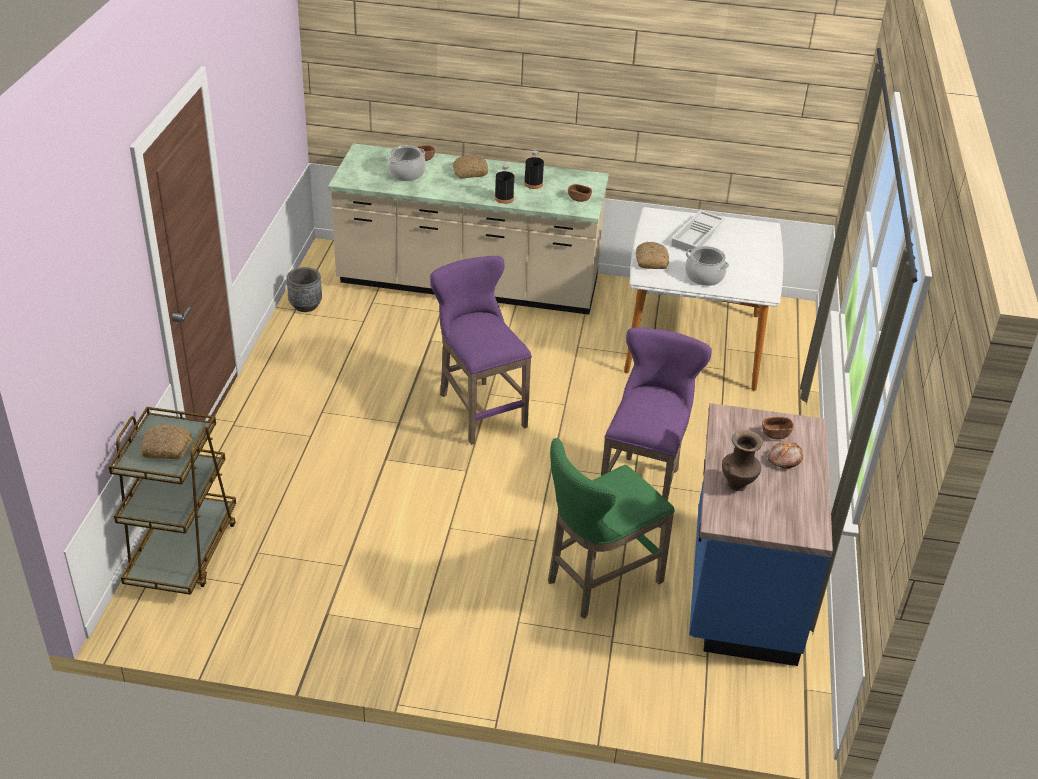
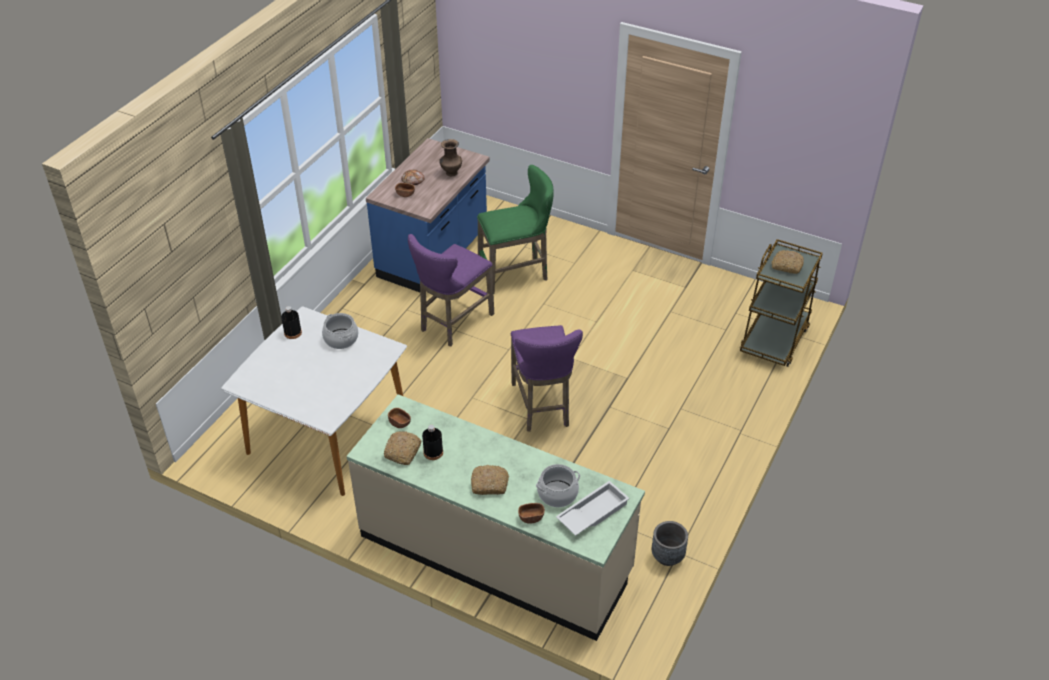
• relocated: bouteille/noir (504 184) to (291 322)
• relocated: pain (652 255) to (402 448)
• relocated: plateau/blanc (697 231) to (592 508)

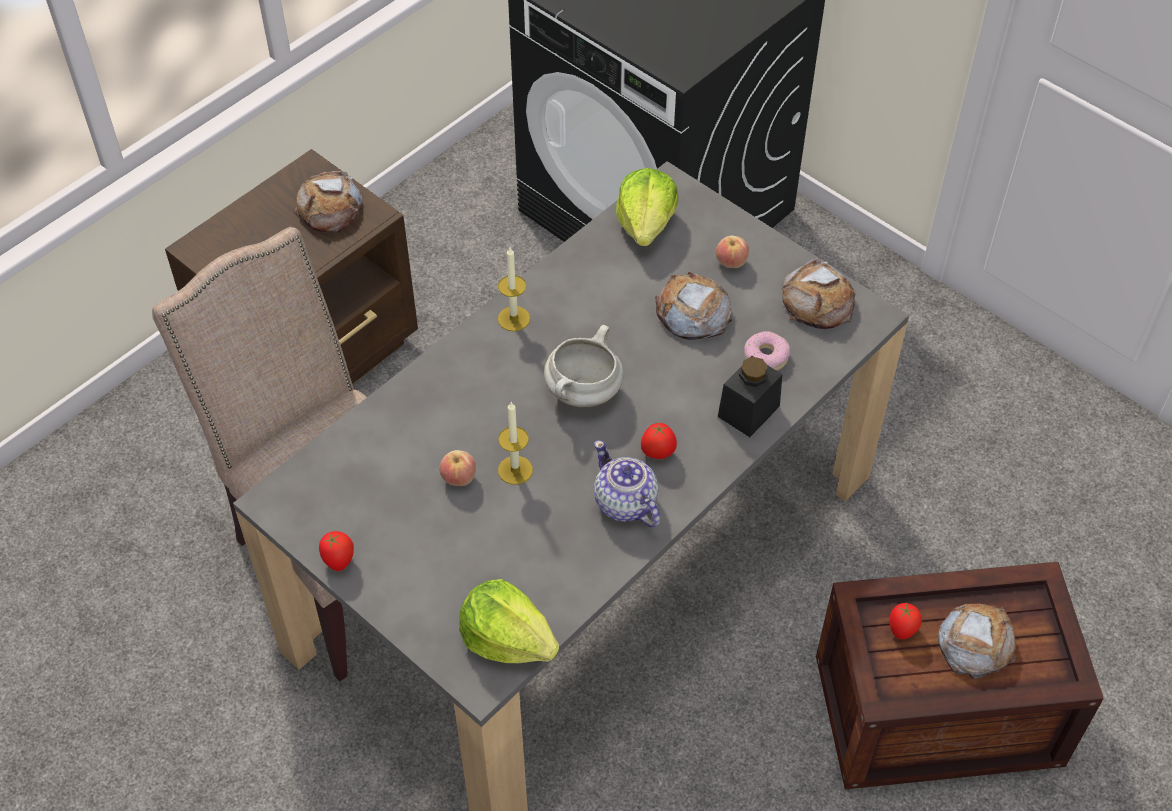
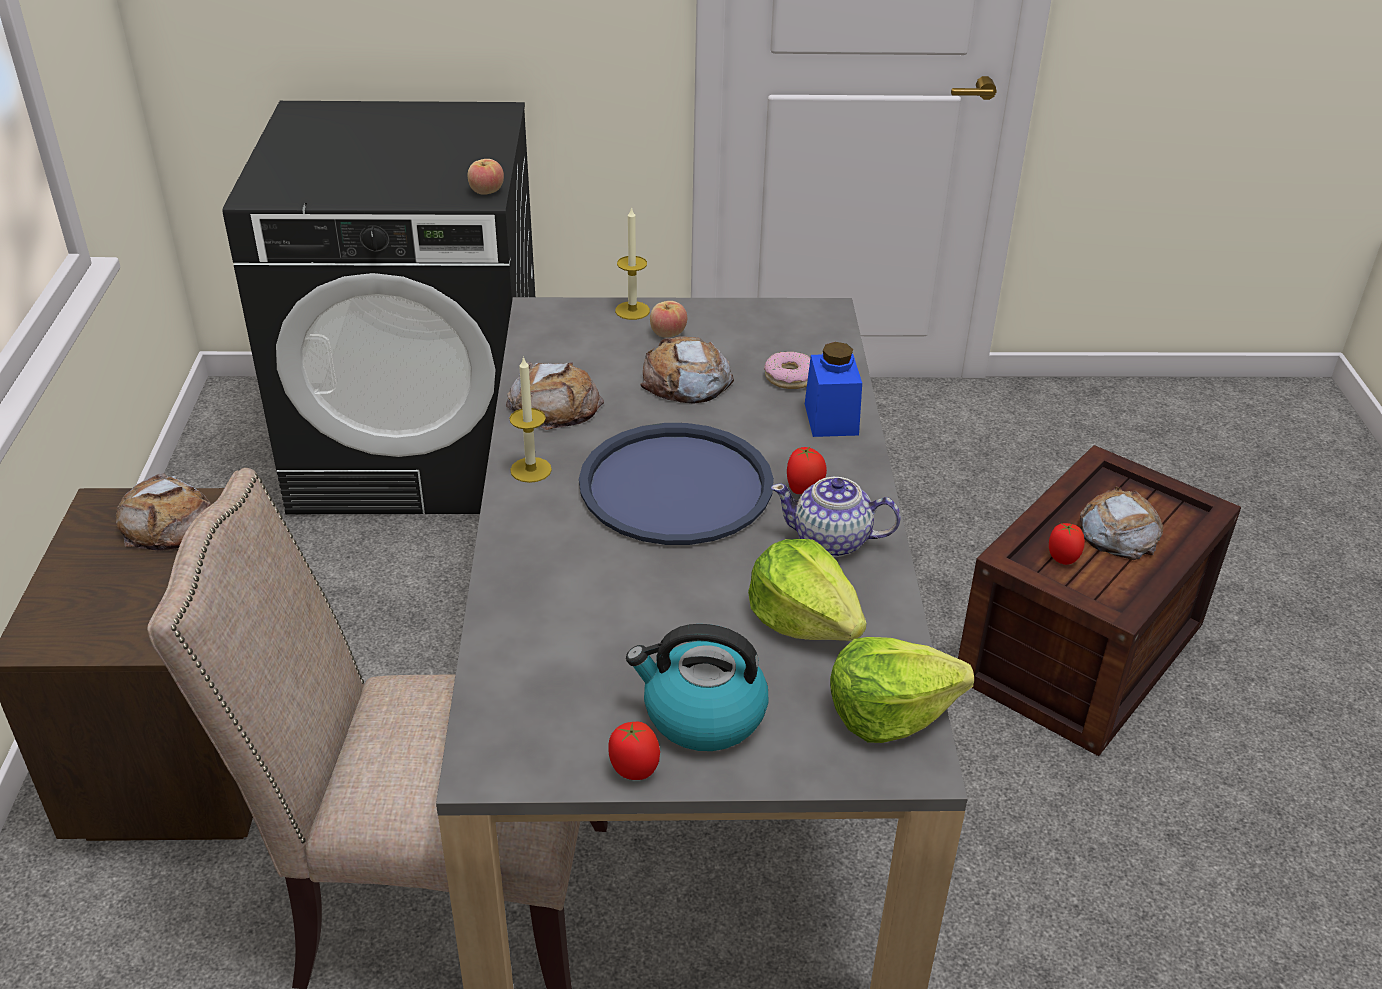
• relocated: pomme (457 468) to (486 177)
• relocated: bougie (515 443) to (632 263)
• exchanged: marmite/blanc (584 366) to plateau/bleu (676 484)
• relocated: laitue (647 207) to (807 590)
• colour: bocal/noir (750 396) to bocal/bleu (833 389)
• relocated: pain (819 293) to (555 396)
• appeared: bouilloire (697 687)

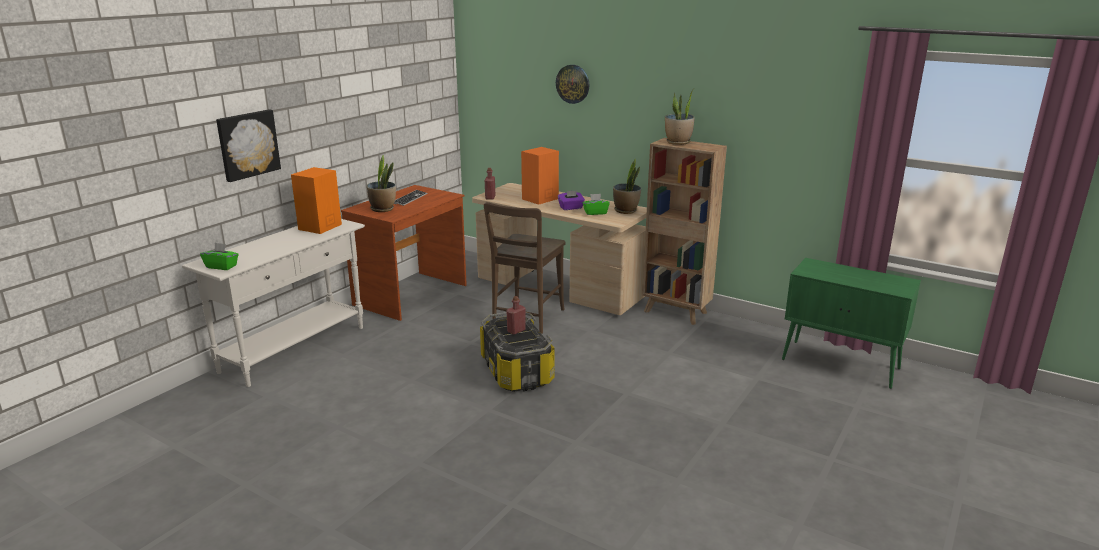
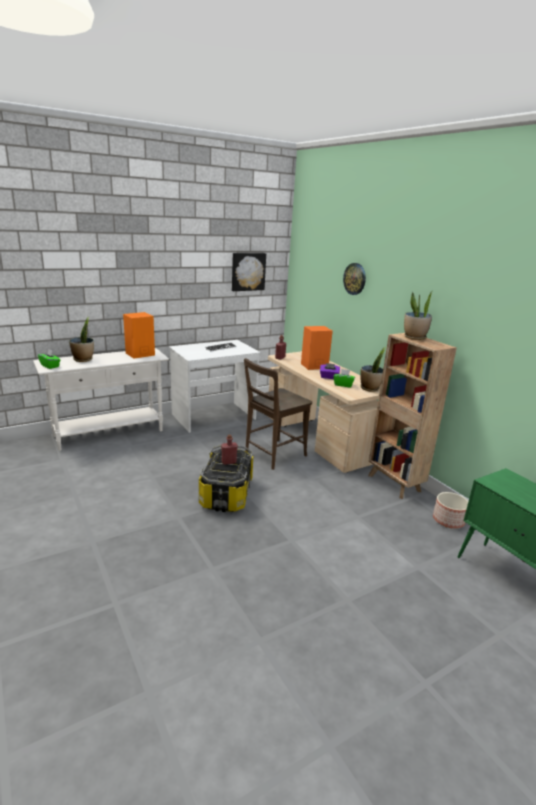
• relocated: tableau (248 145) to (249 272)
• colour: bureau/marron (404 253) to bureau/blanc (214 386)
• relocated: plante en pot (381 183) to (81 339)
• appeared: cache-pot (450 510)

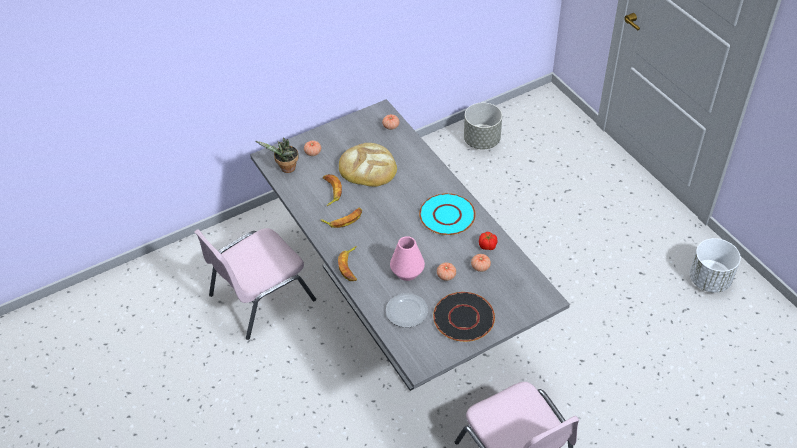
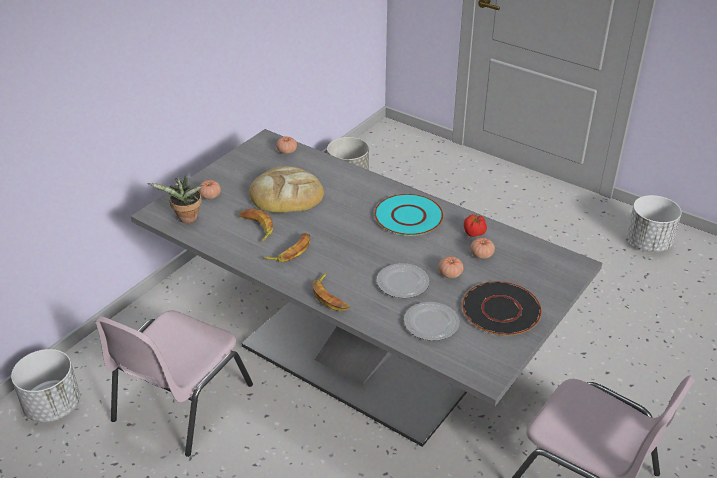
• exchanged: vase/rose (407 258) to assiette (403 280)
• appeared: cache-pot/blanc (45 385)

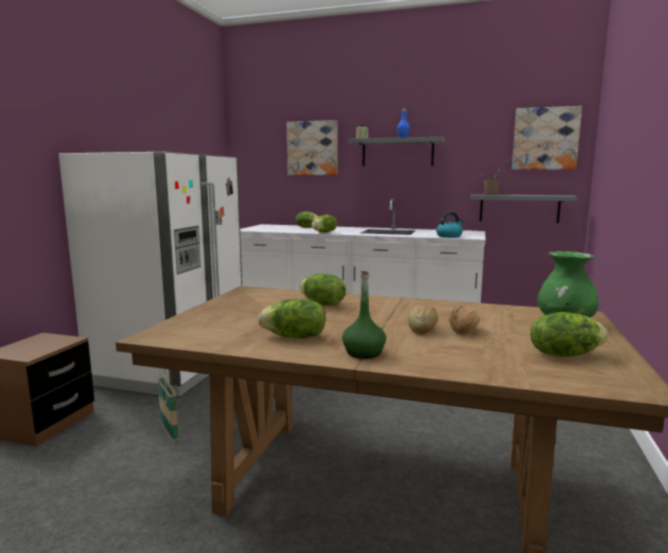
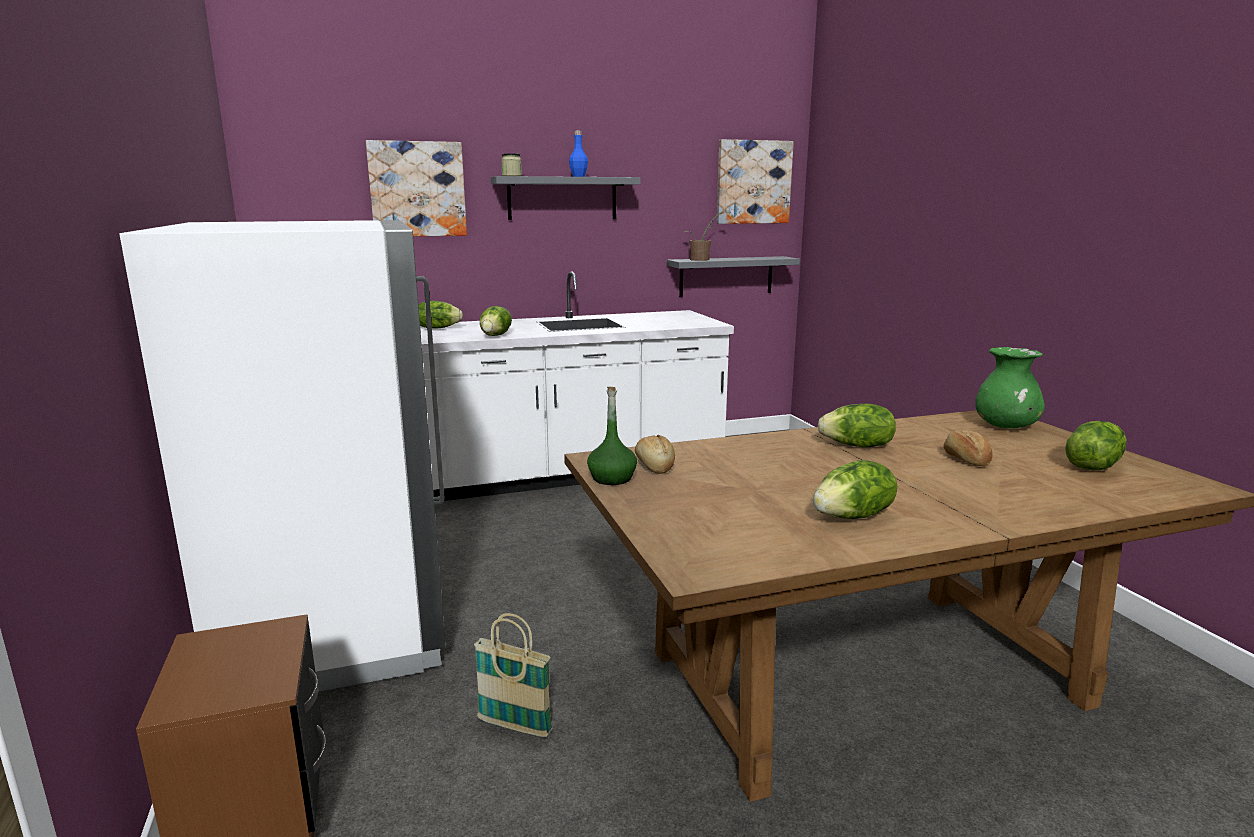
• relocated: laitue (322 289) to (857 425)
• relocated: bouteille/vert (364 315) to (612 436)
• relocated: pain (423 319) to (655 454)
• missing: bouilloire (449 225)

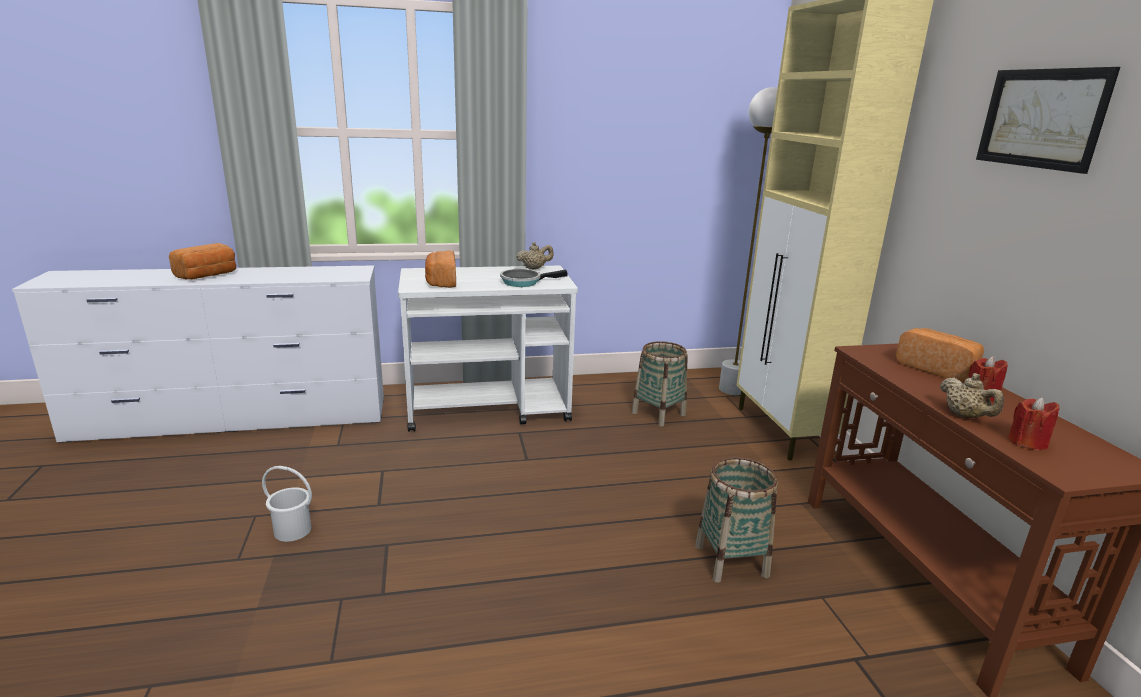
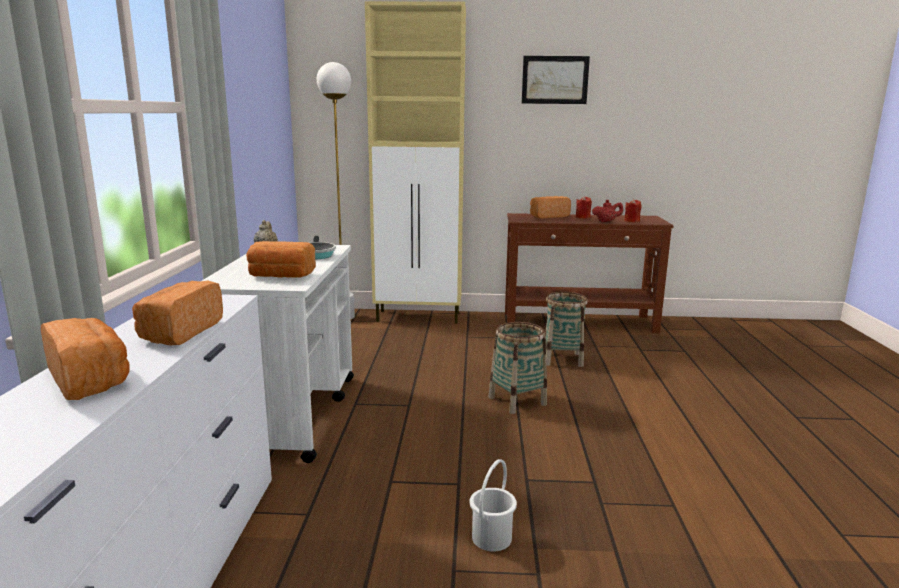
• relocated: panier (659 384) to (518 368)
• colour: théière/beige (972 395) to théière/rouge (607 211)
• appeared: pain (177 313)

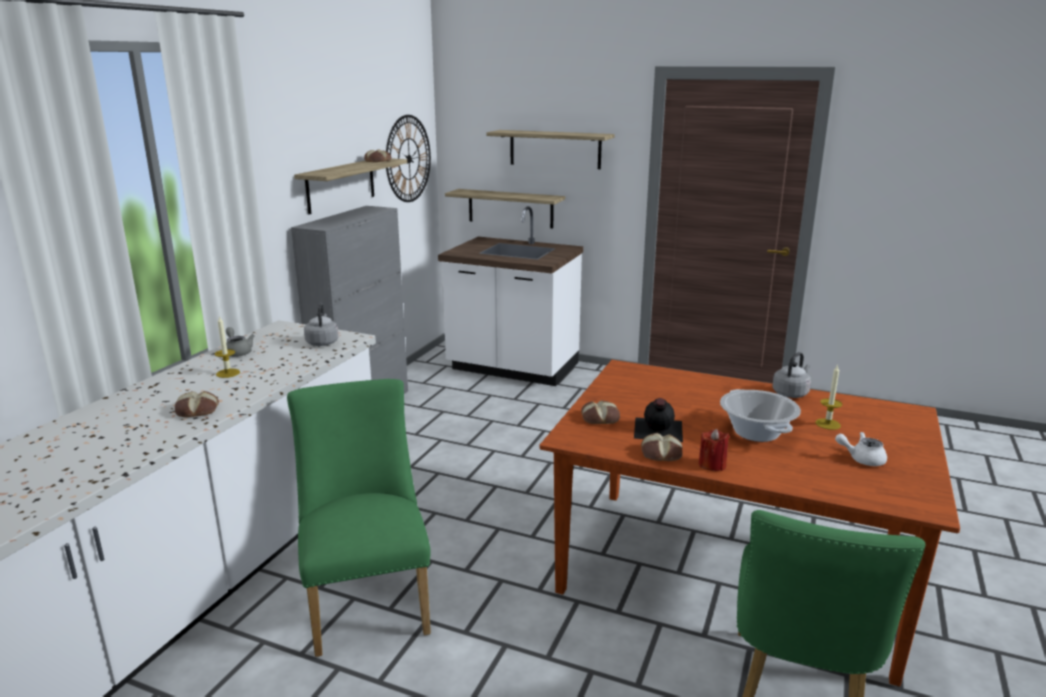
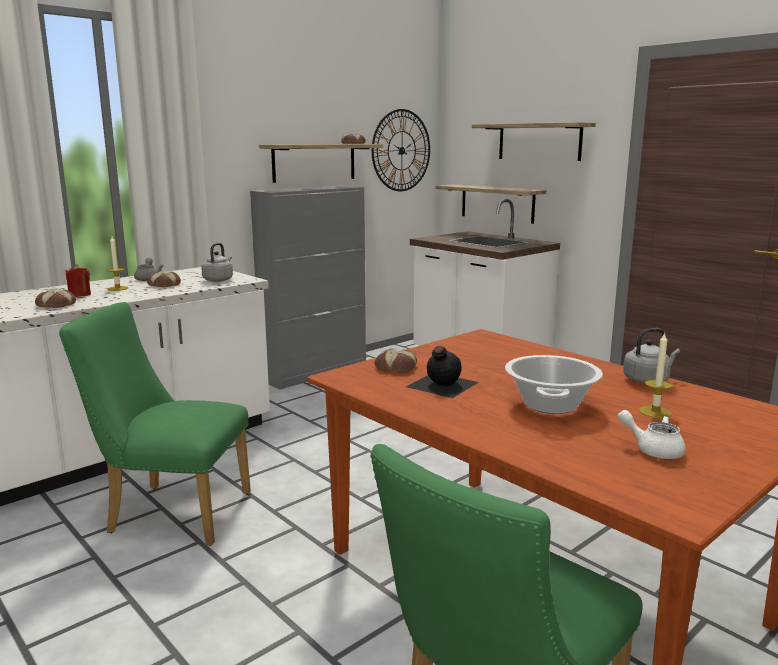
• spun: chaise/vert (359 518) = (155 424) 90 degrees counterclockwise
• relocated: pain (662 447) to (164 278)
• relocated: bougie/rouge (714 450) to (78 280)

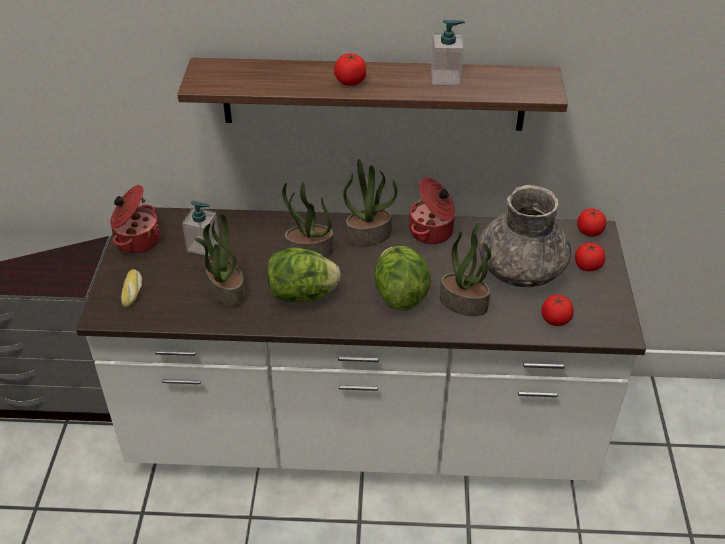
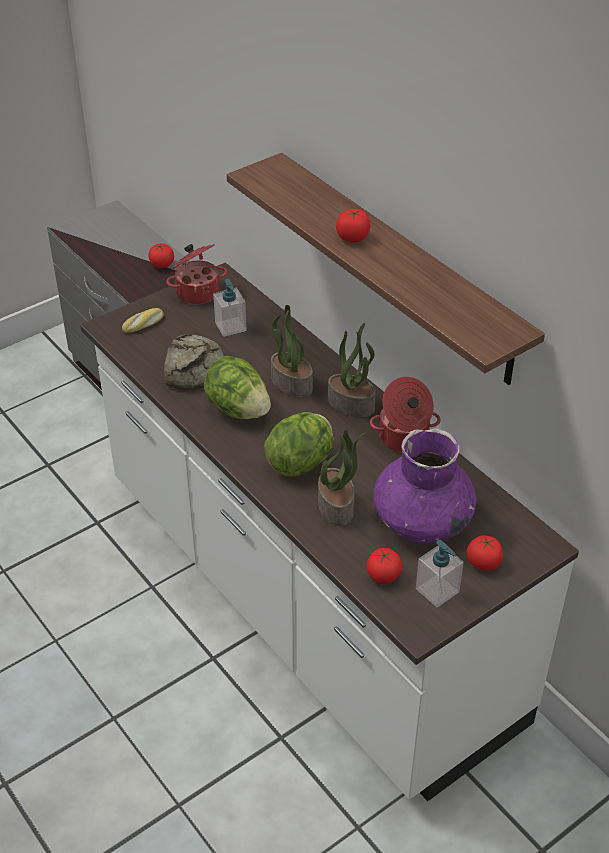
• exchanged: plante en pot (220 260) to pain (194 361)
• relocated: distributeur de savon (448 52) to (440 573)
• colour: vase/gris (525 236) to vase/violet (425 485)
• relocated: tomate (591 222) to (161 255)

